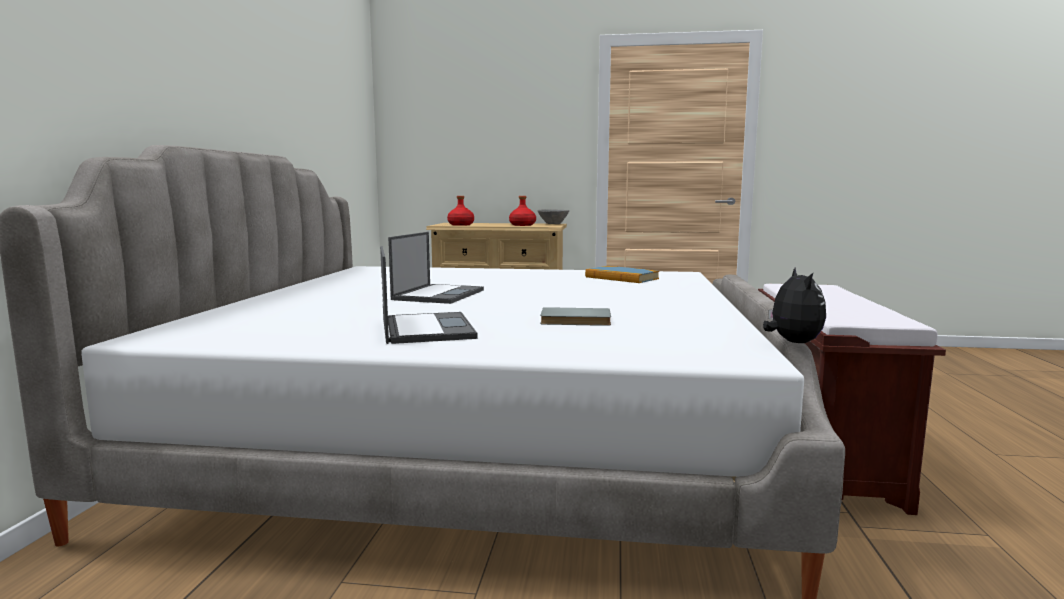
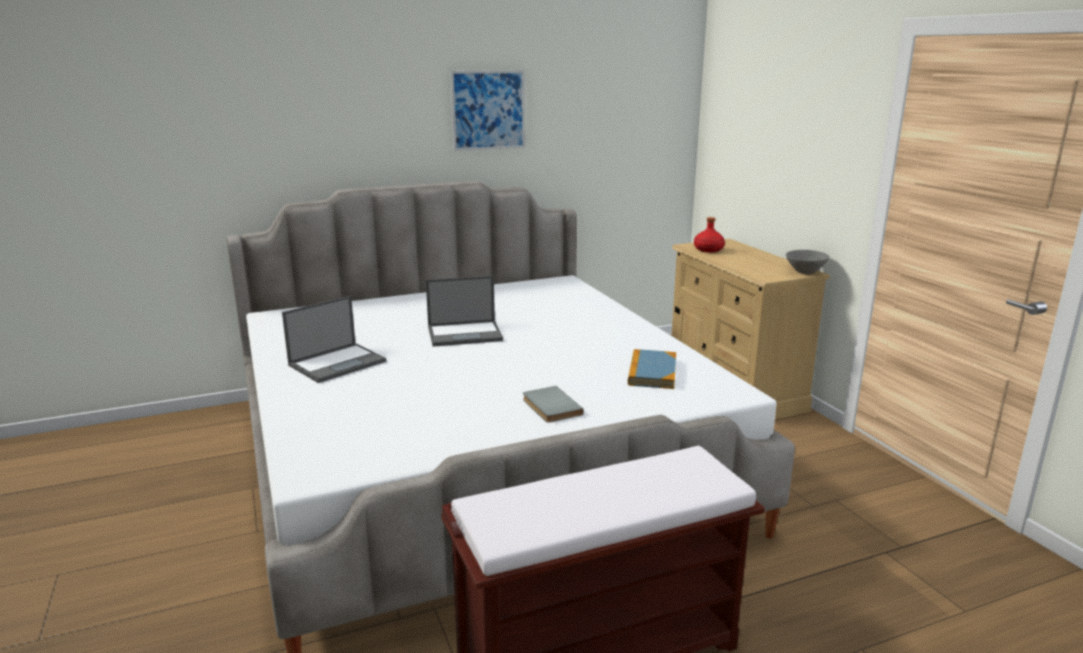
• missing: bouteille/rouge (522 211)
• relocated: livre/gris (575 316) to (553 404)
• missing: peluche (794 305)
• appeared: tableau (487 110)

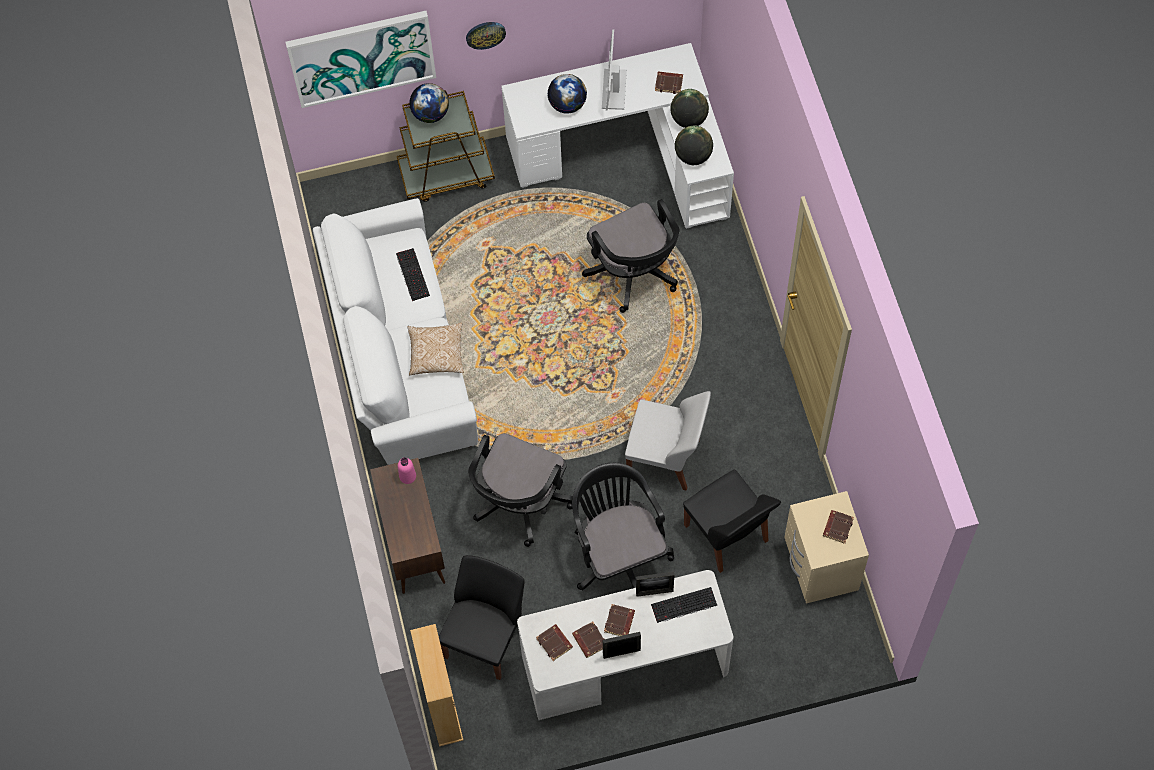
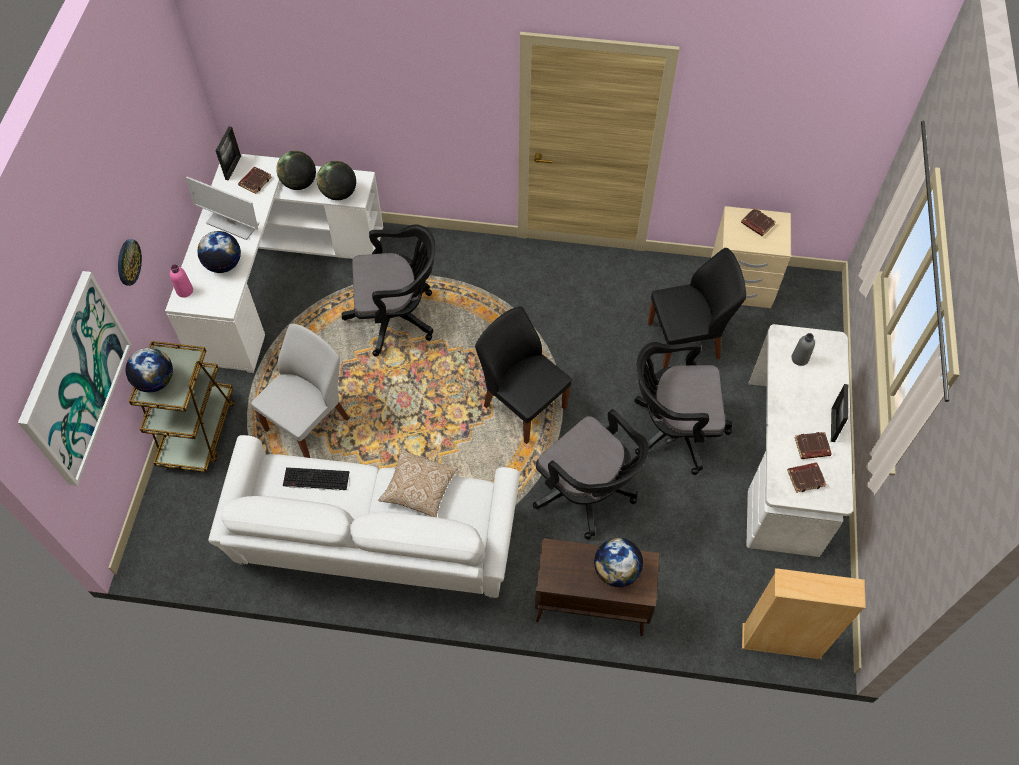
• relocated: bouteille/rose (407 470) to (181 281)
• relocated: chaise/noir (482 617) to (523 375)
• missing: livre/marron (619 620)
• relocated: chaise/blanc (668 441) to (300 391)
• relocated: cadre photo (655 584) to (228 153)
• exchanged: clavier (684 605) to bouteille/gris (803 349)
• appeared: globe (618 562)

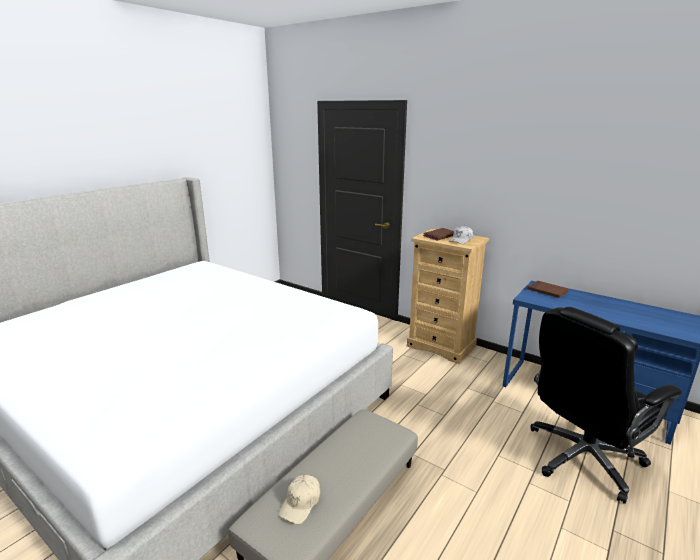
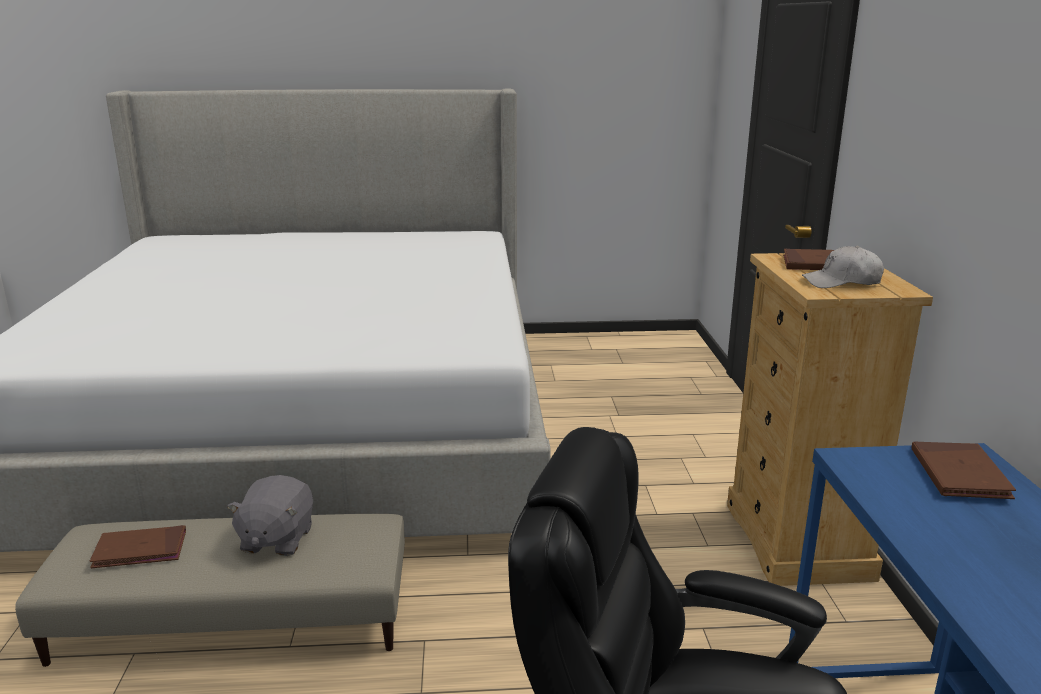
• exchanged: casquette/beige (299 499) to livre/marron (138 546)
• appeared: peluche/gris (270 515)

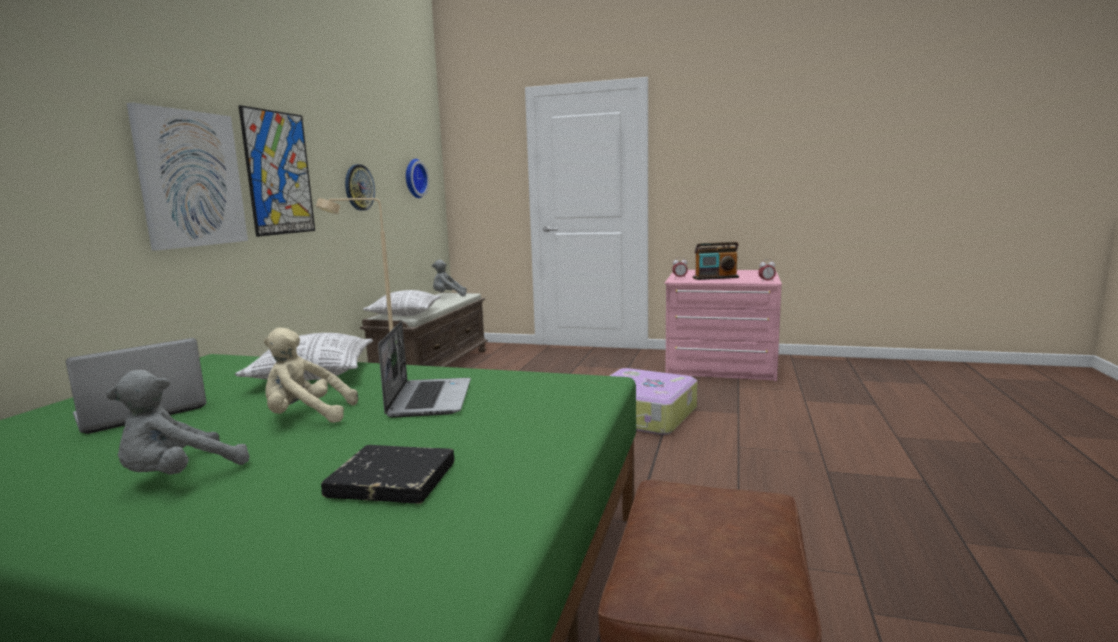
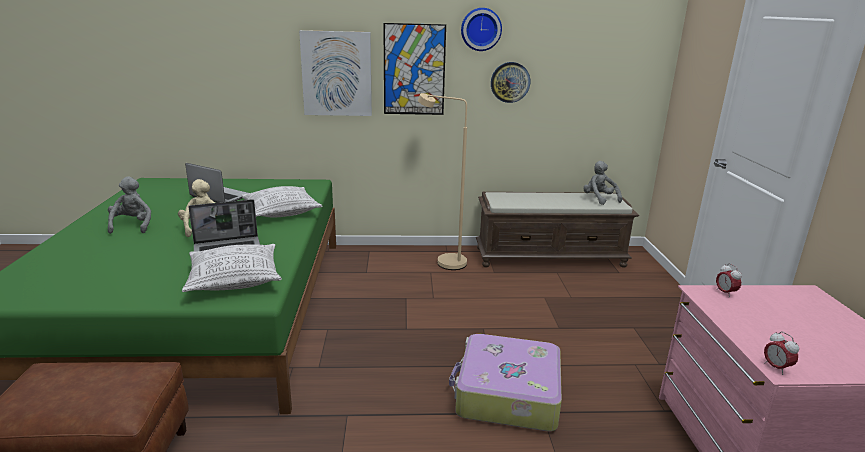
• spun: peluche/gris (178 422) = (129 205) 60 degrees clockwise
• missing: livre/noir (388 474)
• relocated: coussin (402 303) to (232 268)
• relocated: horloge murale (417 178) to (481 29)
• missing: radio (716 261)

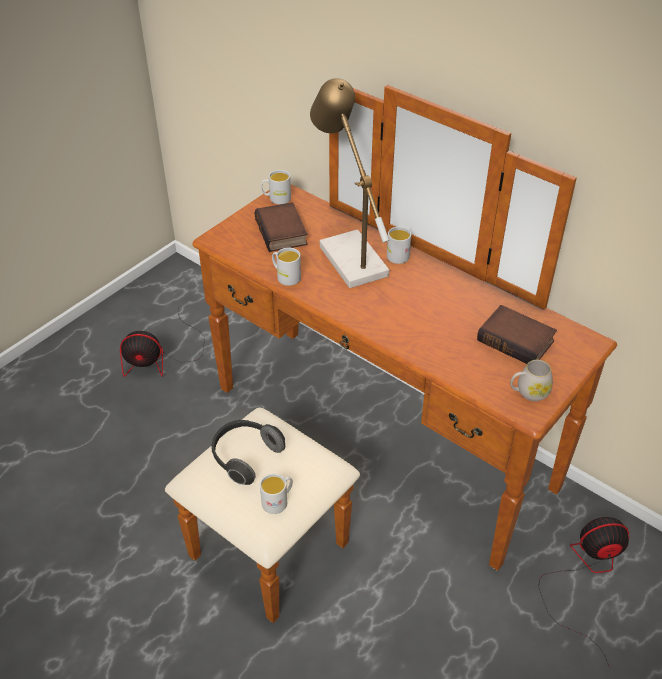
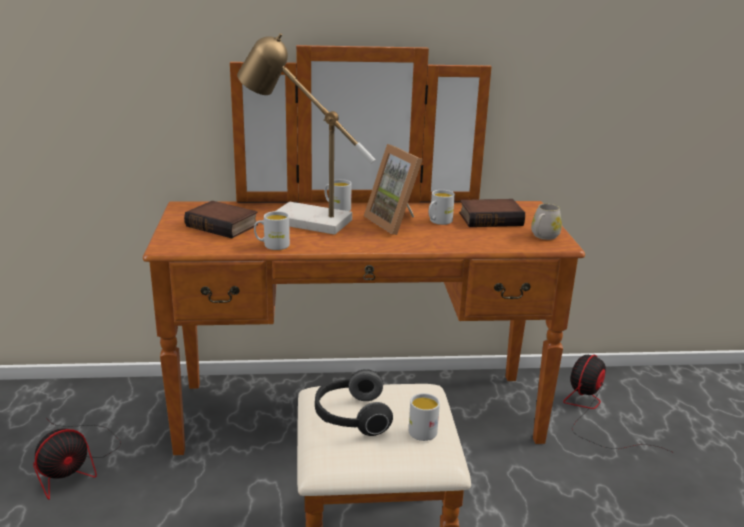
• relocated: mug/blanc (276 187) to (442 207)
• appeared: cadre photo (393 189)

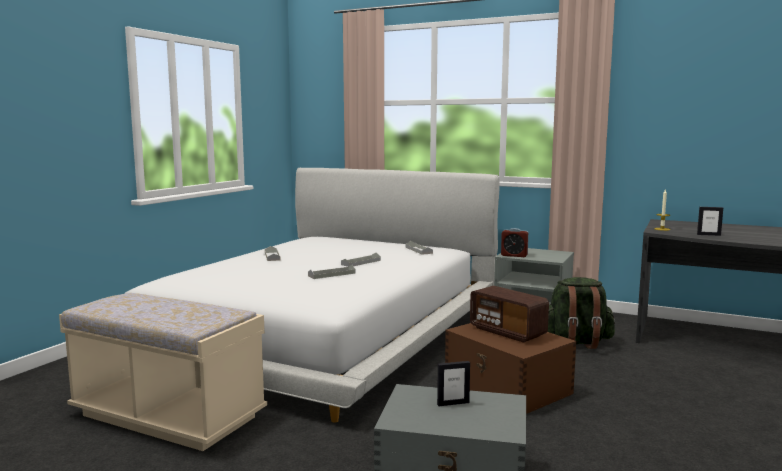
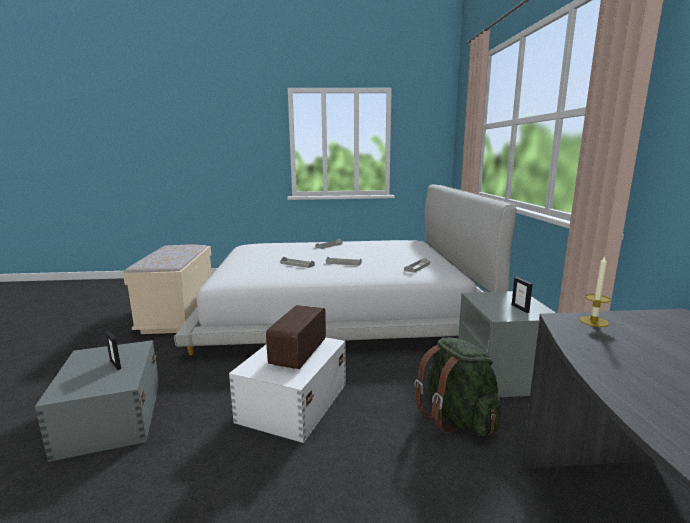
• colour: boîte de rangement/marron (510 368) to boîte de rangement/blanc (287 390)
• missing: réveil (515 242)
• relocated: cadre photo (710 221) to (522 295)

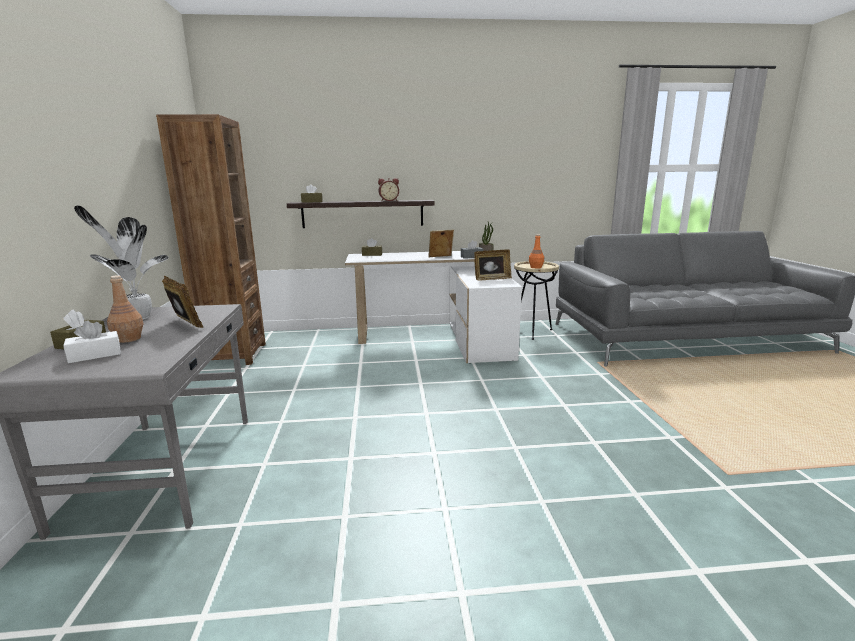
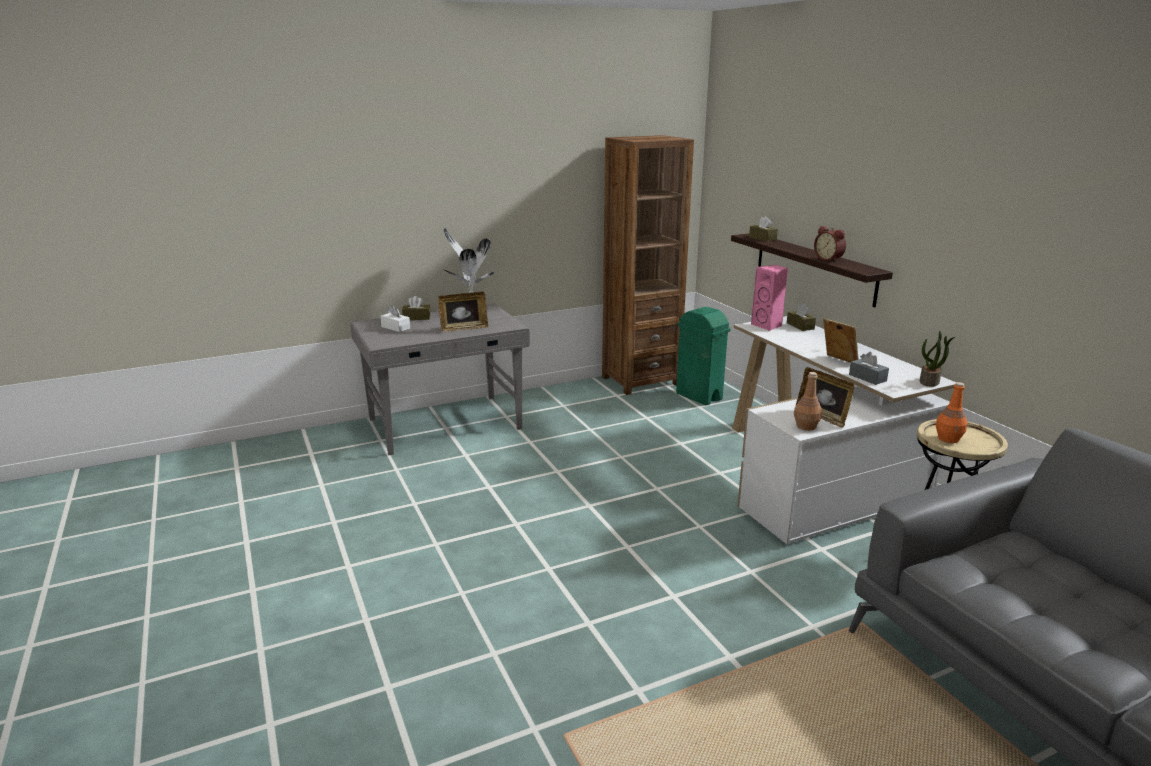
• relocated: bouteille/marron (125 309) to (808 401)
• spun: cadre photo (182 302) = (463 312) 45 degrees clockwise
• appeared: poubelle/vert (703 356)
• appeared: enceinte/rose (769 298)

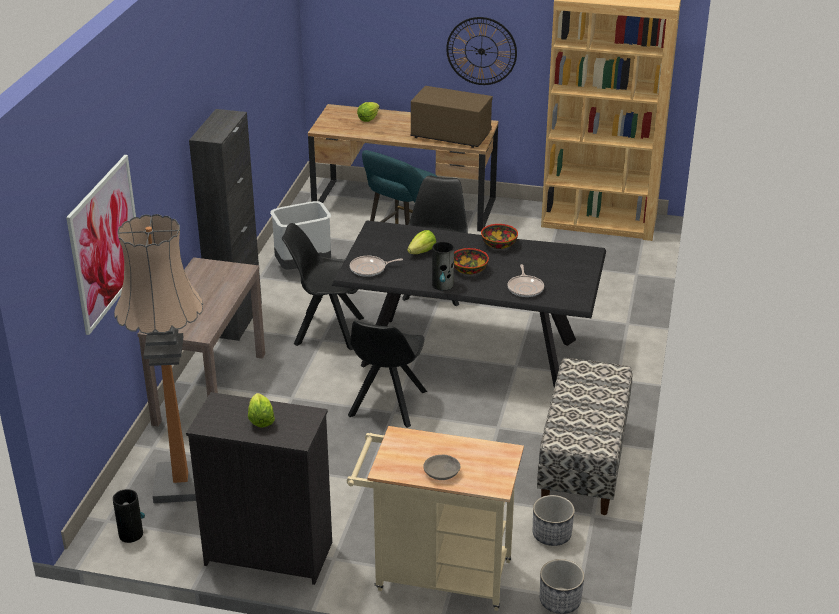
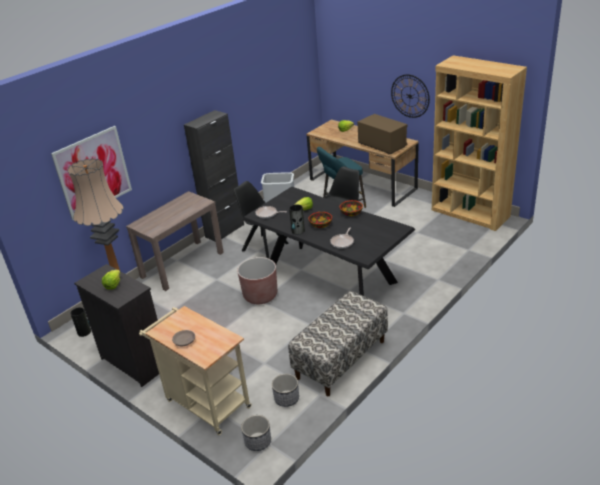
• exchanged: chaise/noir (387 374) to cache-pot/marron (257 280)

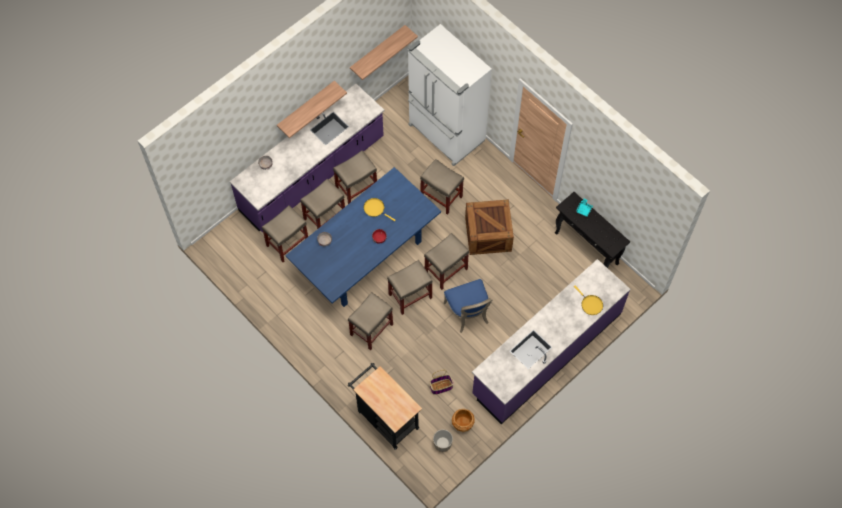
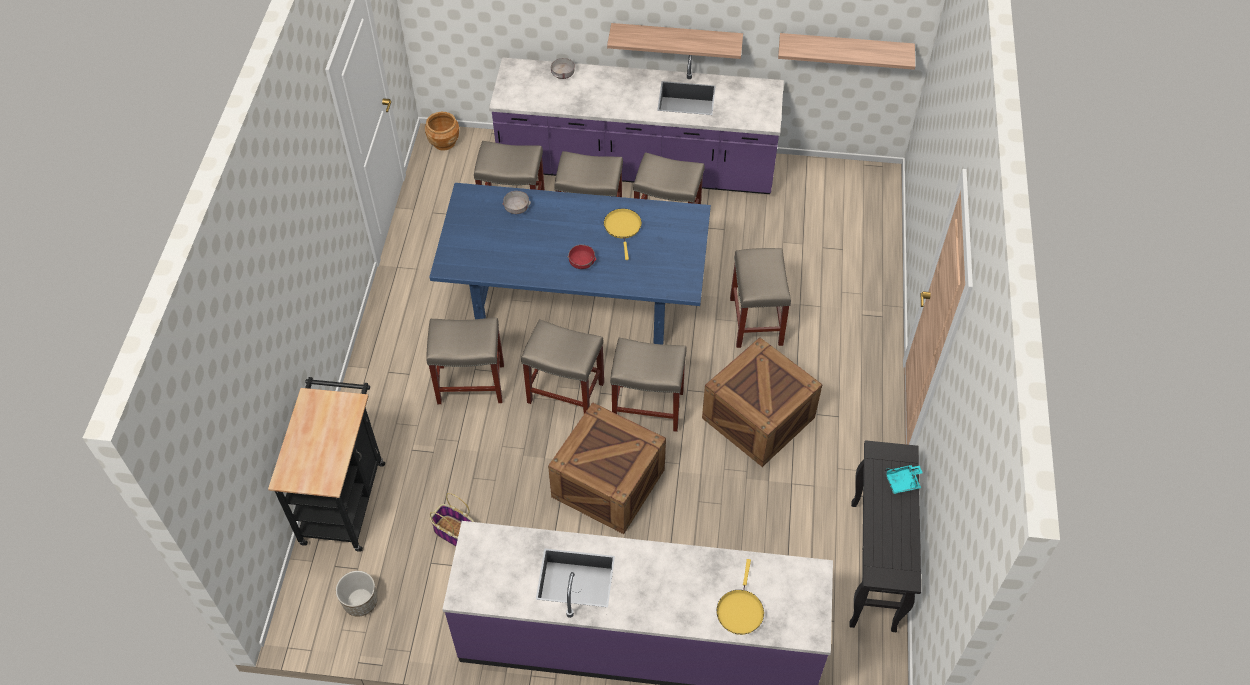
• missing: réfrigérateur/blanc (450 95)
• exchanged: chaise/bleu (468 306) to caisse (607 468)
• relocated: cache-pot/marron (463 420) to (442 131)

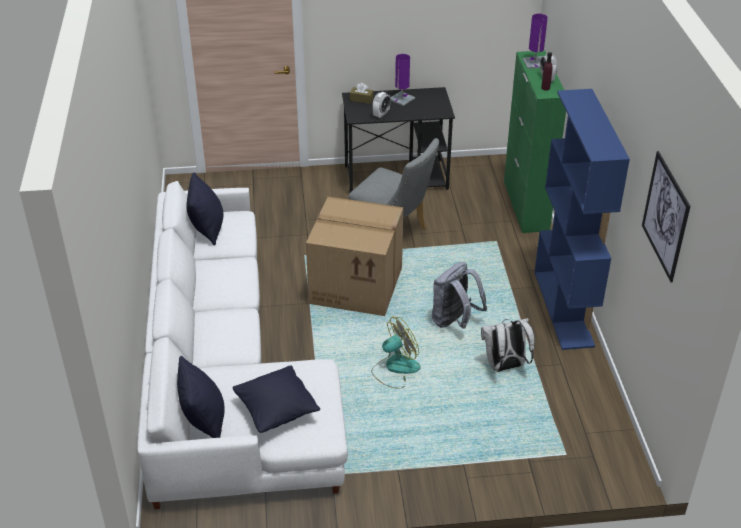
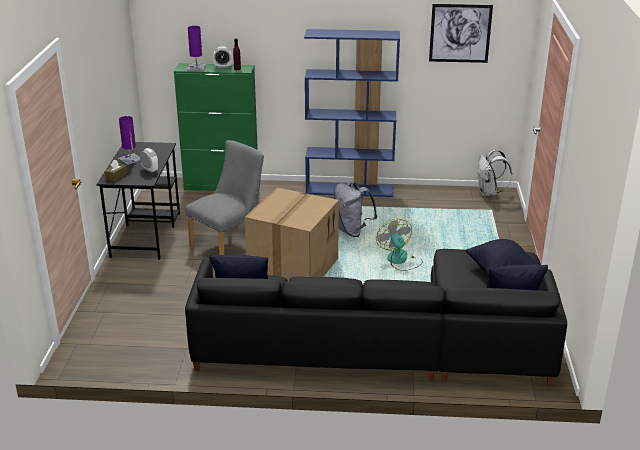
• colour: canapé/blanc (242 345) to canapé/noir (376 317)
• relocated: sac à dos/blanc (508 345) to (494 173)

